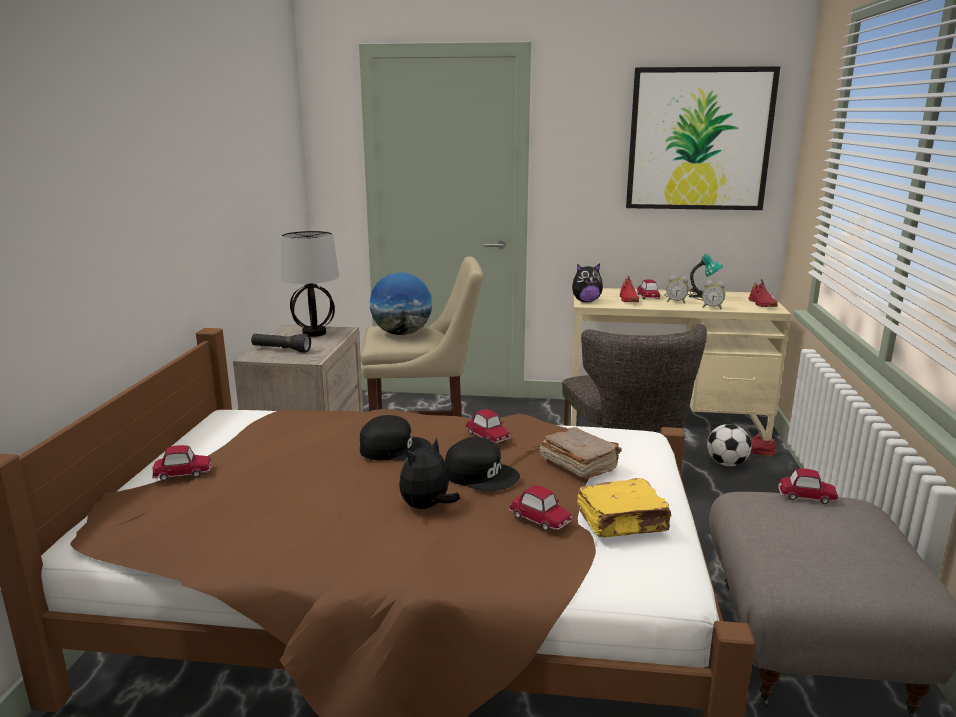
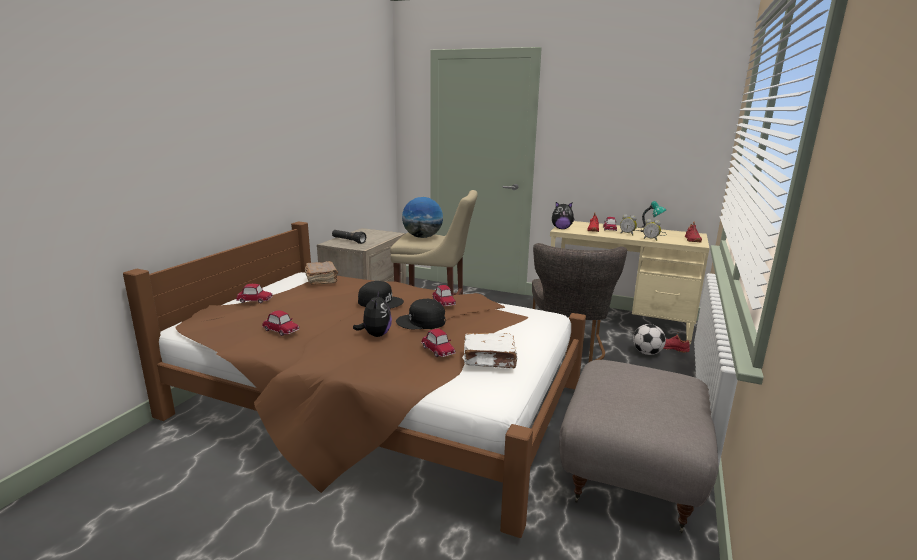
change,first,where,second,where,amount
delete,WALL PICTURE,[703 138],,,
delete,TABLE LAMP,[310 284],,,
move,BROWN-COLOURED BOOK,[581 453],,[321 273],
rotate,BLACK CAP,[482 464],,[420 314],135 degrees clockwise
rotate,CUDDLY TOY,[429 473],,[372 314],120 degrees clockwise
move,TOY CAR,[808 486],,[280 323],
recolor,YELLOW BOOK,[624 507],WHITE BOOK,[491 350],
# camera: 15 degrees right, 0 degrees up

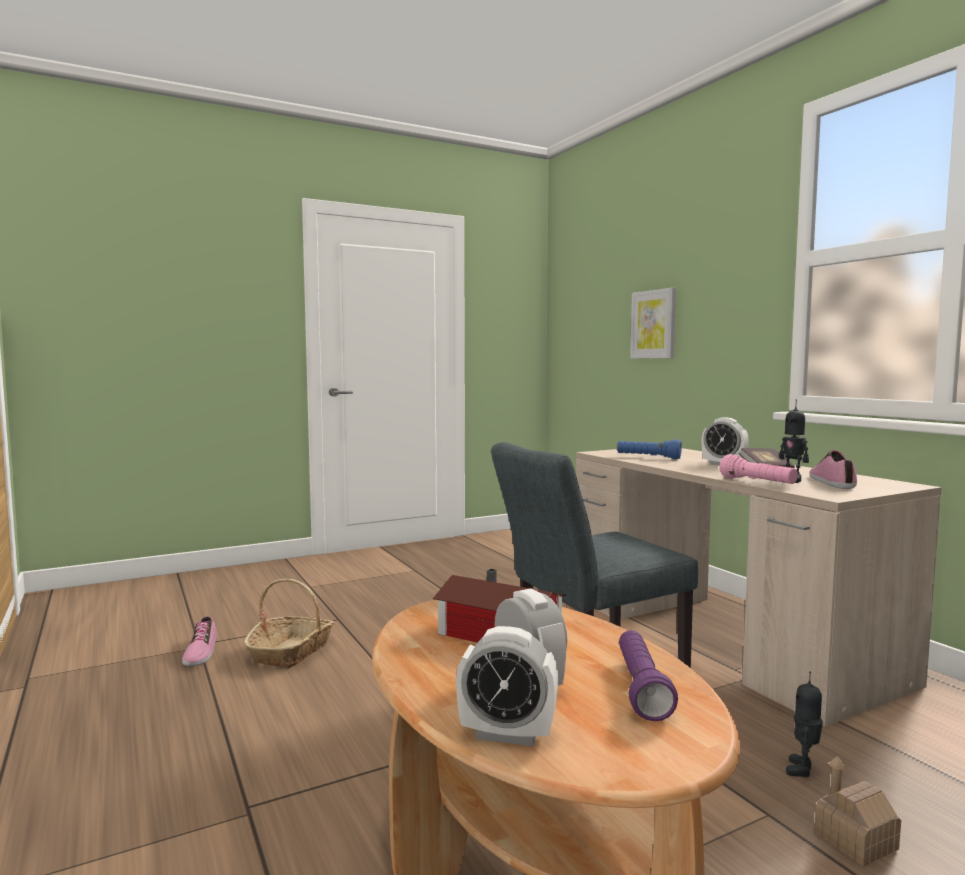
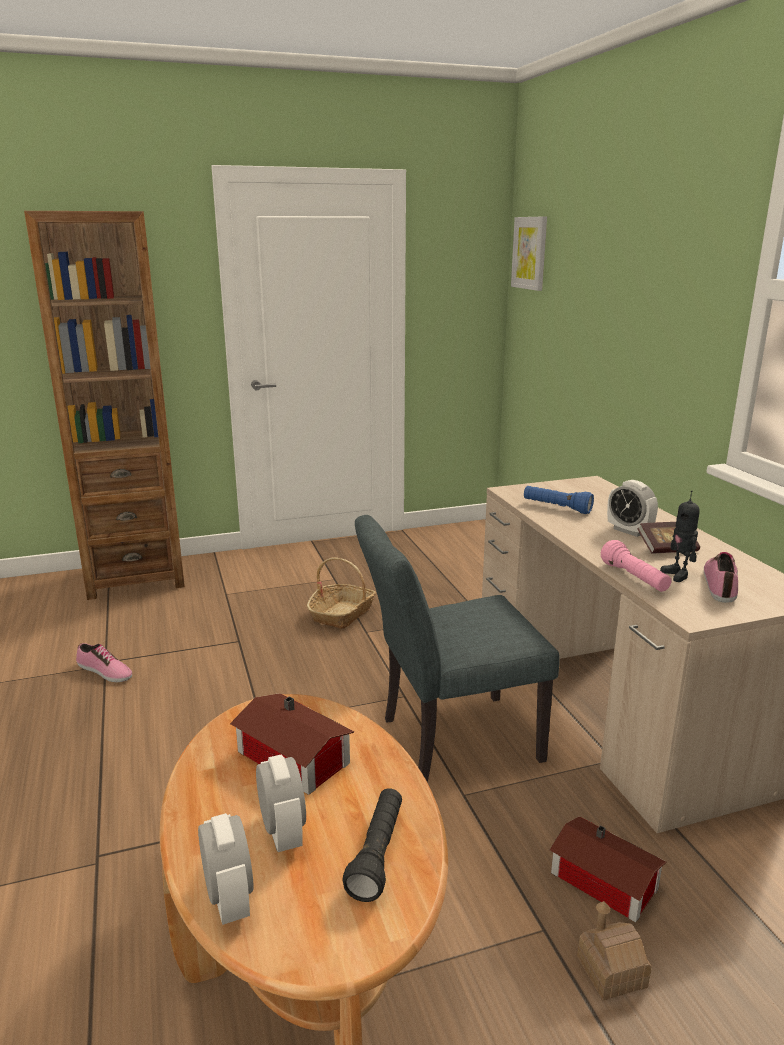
change,first,where,second,where,amount
move,WALL PICTURE,[653 323],,[529 253],
move,BASKET,[289 623],,[341 593],
rotate,SHOE,[199 641],,[104 662],60 degrees counterclockwise
rotate,TABLE CLOCK,[507 686],,[226 869],135 degrees counterclockwise
recolor,PURPLE-COLOURED HAND TORCH,[648 675],BLACK HAND TORCH,[372 845],
replace,MODEL ROBOT,[804 724],TOY HOUSE,[608 870],
insert,,,BROWN-COLOURED BOOKCASE,[104 405],
# camera: 10 degrees right, 15 degrees up

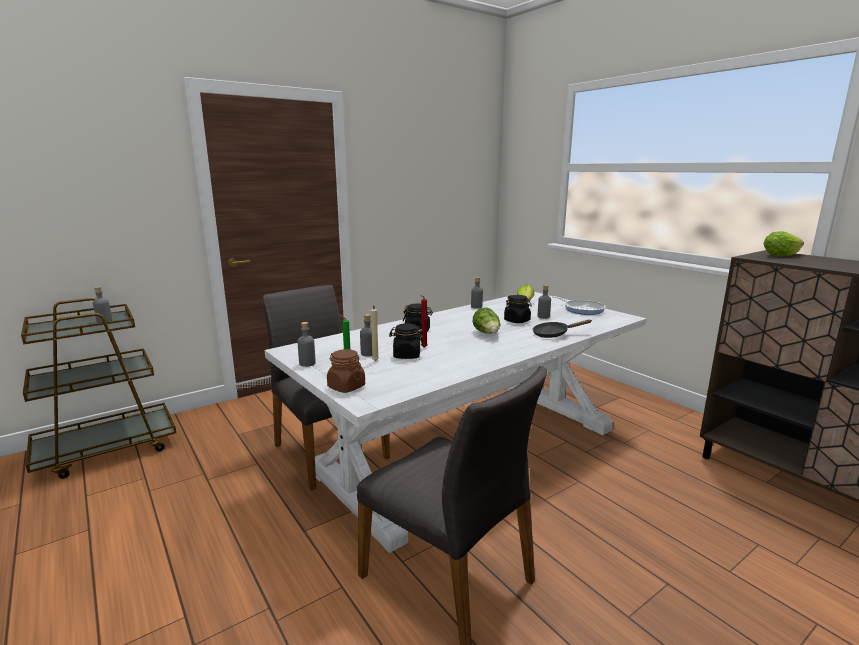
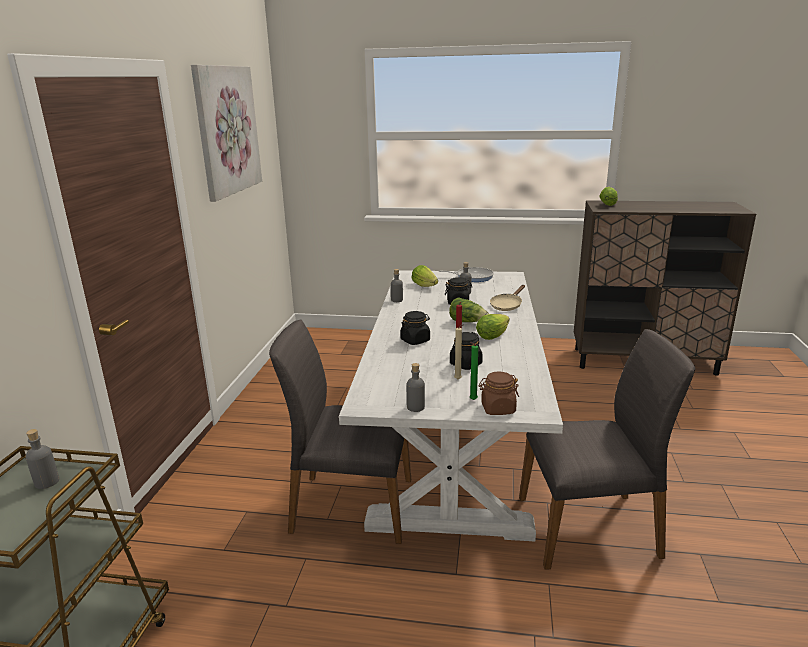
change,first,where,second,where,amount
delete,GREYISH BOTTLE,[366 335],,,
recolor,BLACK PAN,[562 329],BEIGE PAN,[507 298],
insert,,,WALL PICTURE,[226 133],
insert,,,HEAD OF LETTUCE,[493 327],
# camera: 45 degrees left, 5 degrees up

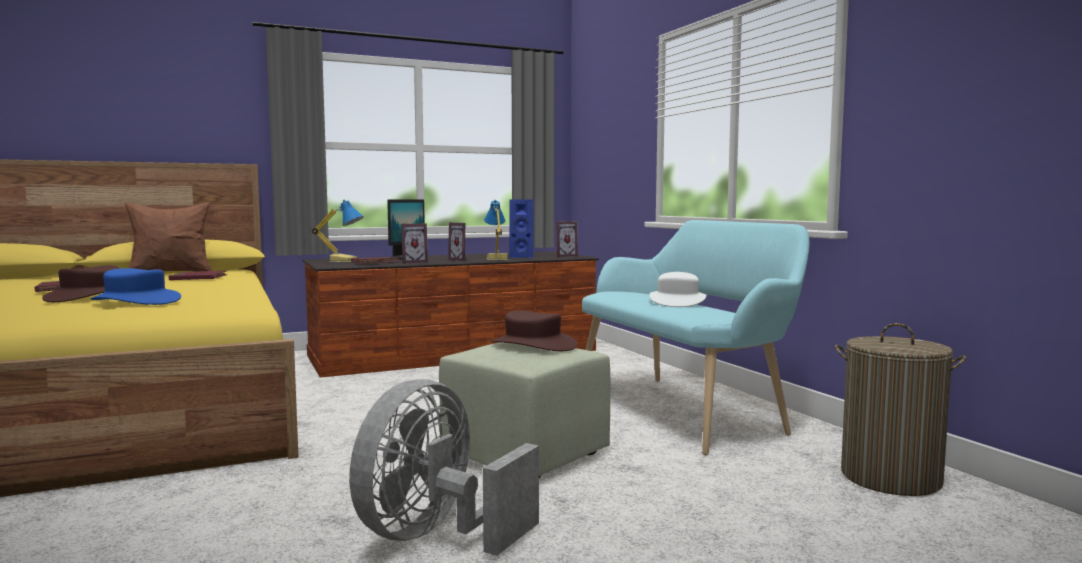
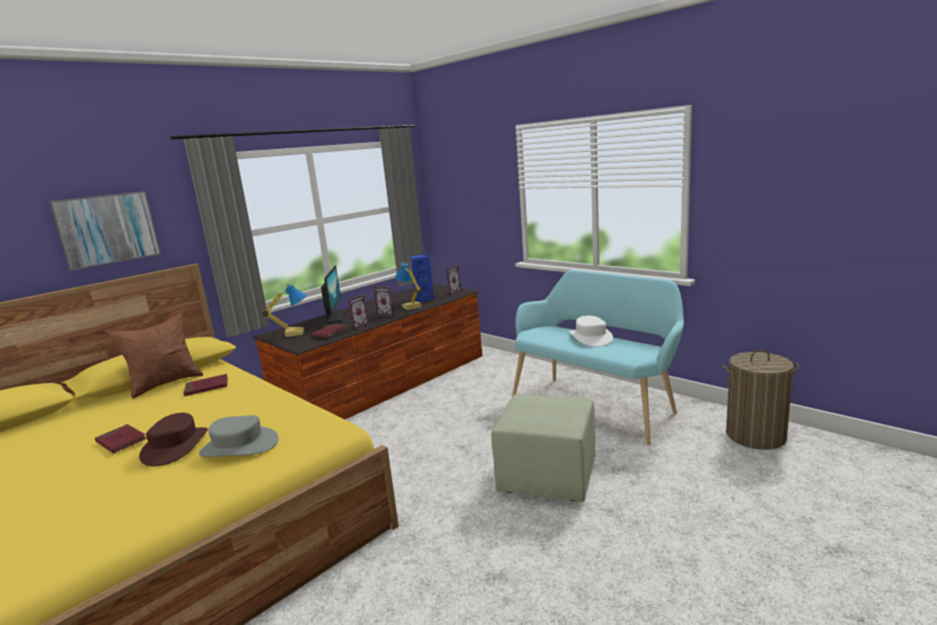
change,first,where,second,where,amount
recolor,BLUISH HAT,[136 286],GREYISH HAT,[238 436],
delete,BROWN-COLOURED HAT,[534 330],,,
delete,GREYISH FAN,[444 467],,,
insert,,,WALL PICTURE,[105 231],
# camera: 20 degrees left, 10 degrees up

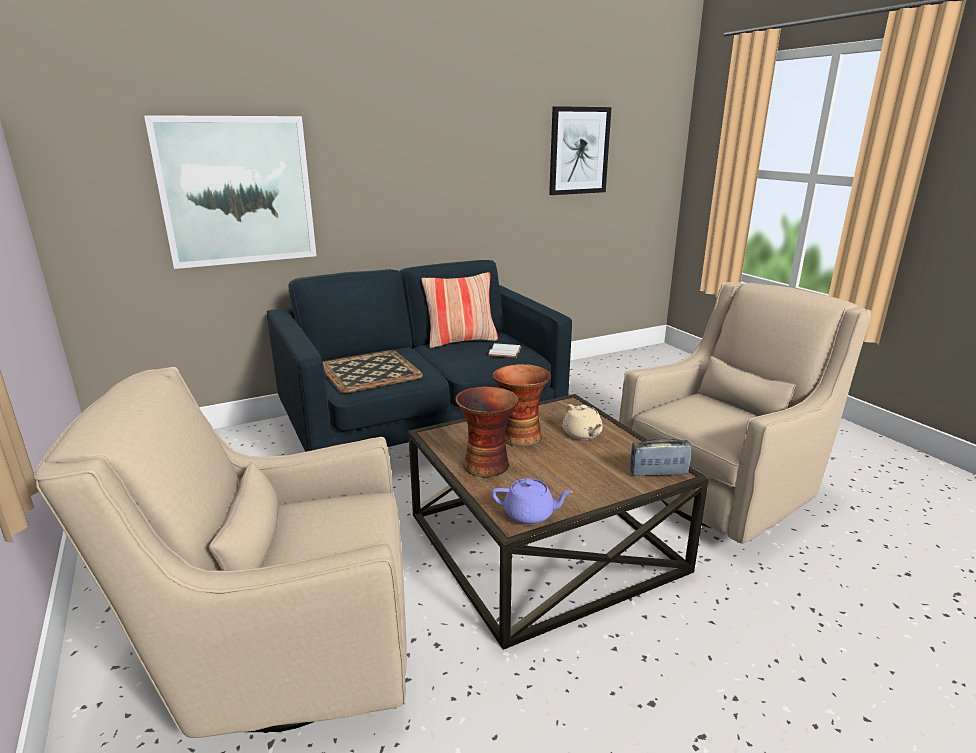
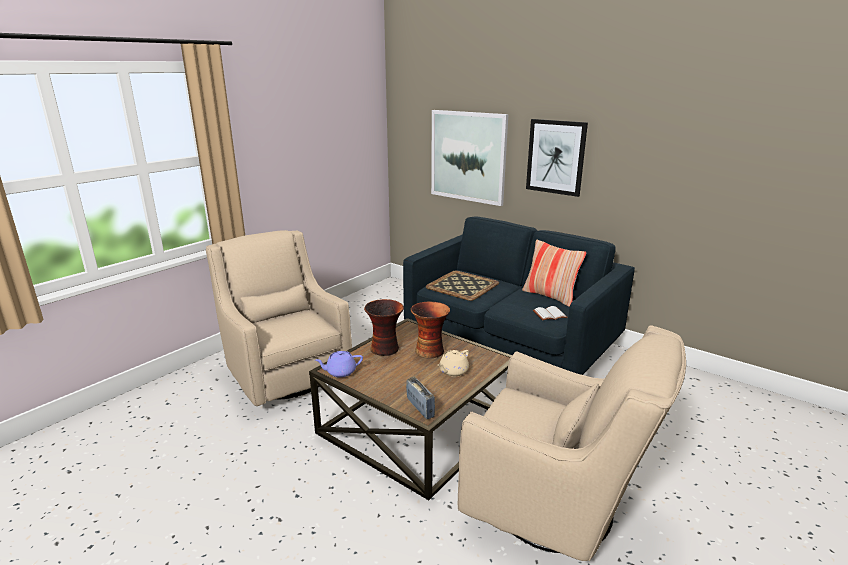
change,first,where,second,where,amount
move,WALL PICTURE,[580 150],,[557 158],
rotate,PURPLE-COLOURED TEAPOT,[532 502],,[339 364],90 degrees clockwise
# camera: 65 degrees right, 0 degrees up

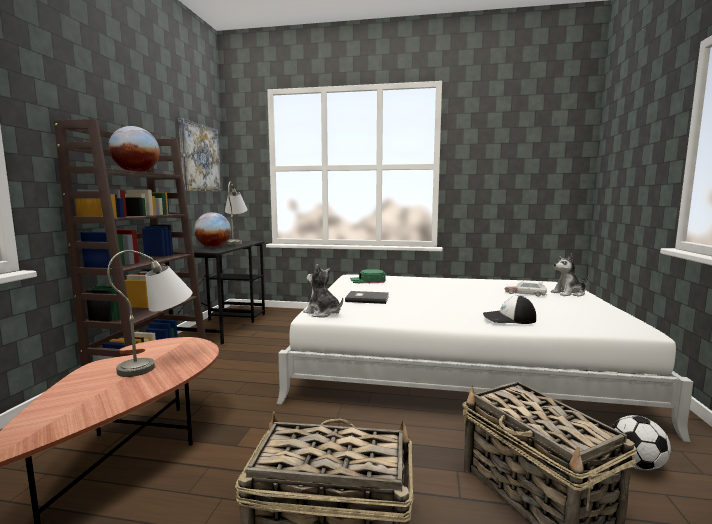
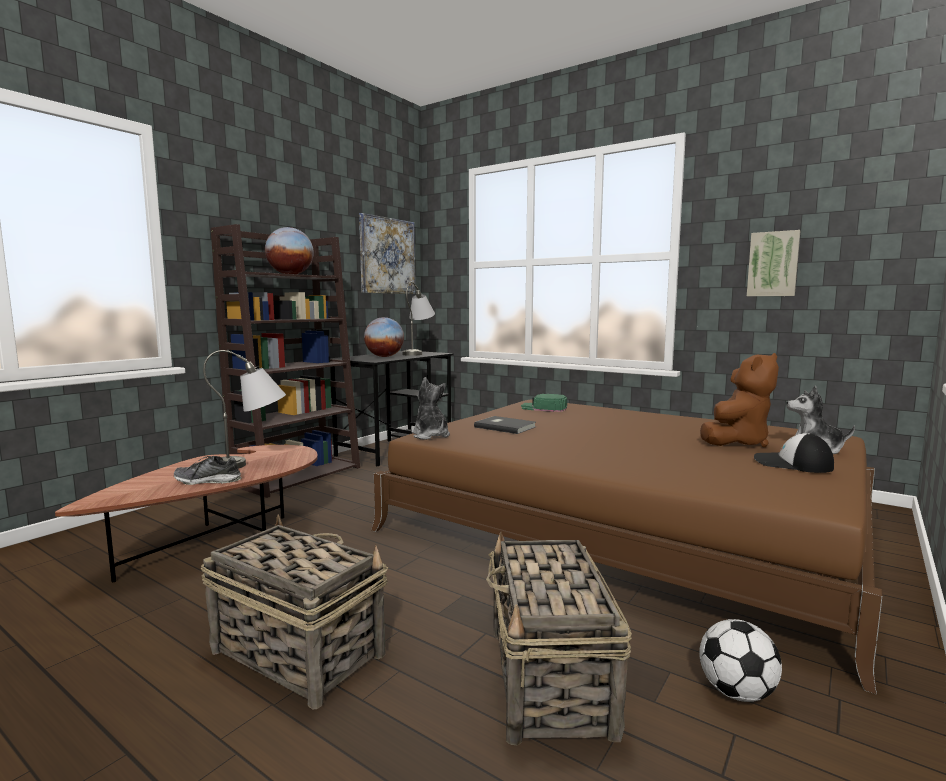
change,first,where,second,where,amount
recolor,WHITE BED,[485 358],BROWN-COLOURED BED,[627 546],
replace,TOY CAR,[526 288],BROWN-COLOURED CUDDLY TOY,[739 400],
move,CAP,[509 309],,[794 453],
insert,,,WALL PICTURE,[774 263],
insert,,,SHOE,[208 470],
# camera: 25 degrees right, 0 degrees up

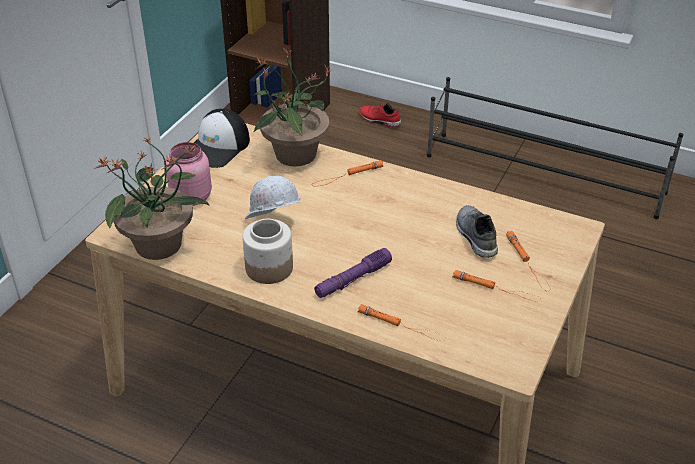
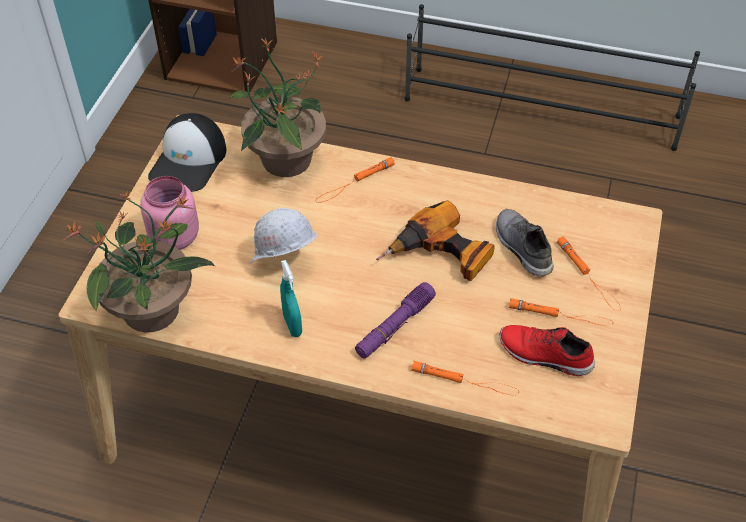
change,first,where,second,where,amount
move,RED-COLOURED SHOE,[380 114],,[547 350],
replace,STORAGE JAR,[267 251],BLUE-GREEN SPRAY BOTTLE,[291 298],
insert,,,DRILL,[435 240],
# camera: 10 degrees left, 10 degrees up

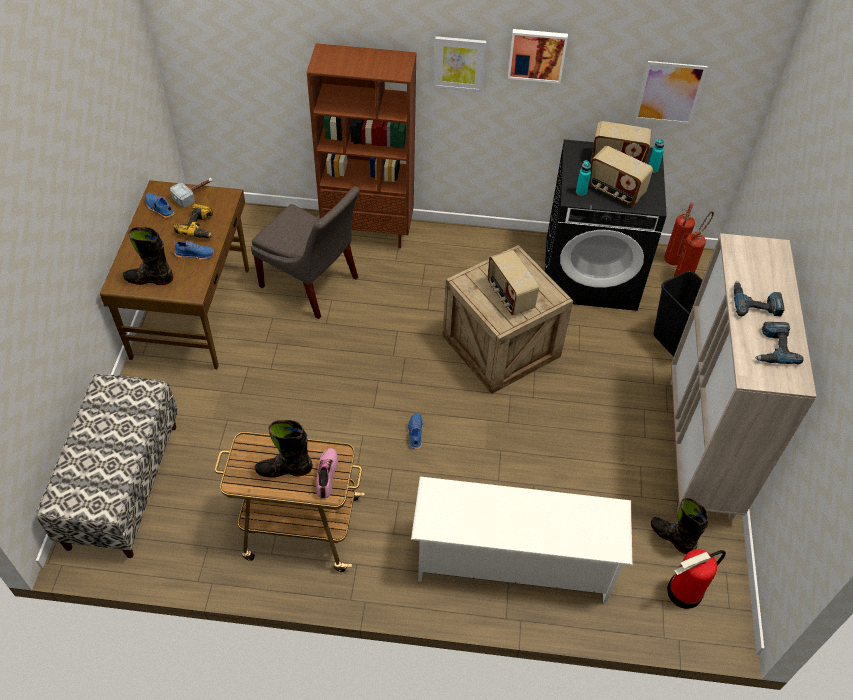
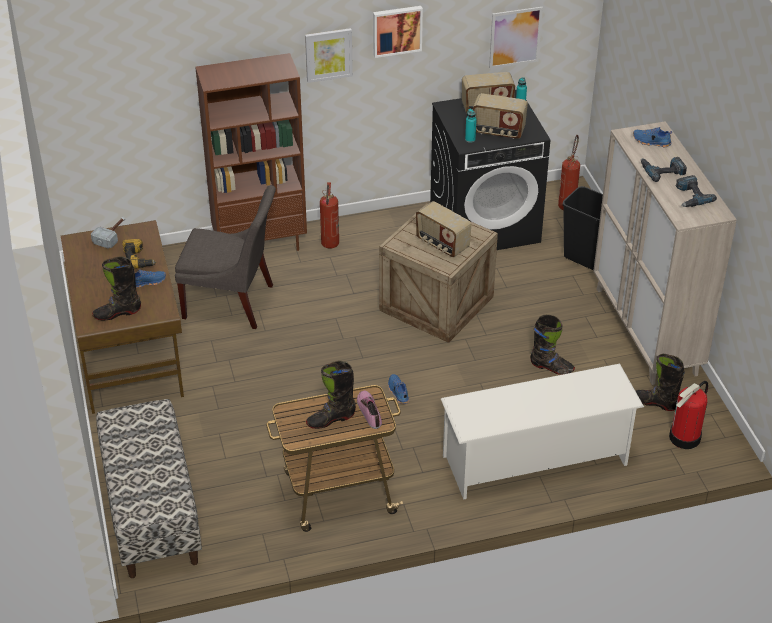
change,first,where,second,where,amount
move,BLUISH SHOE,[160 205],,[652 137],
move,EXTINGUISHER,[679 234],,[329 215],
insert,,,BLACK TALL BOOT,[552 344],
# camera: 20 degrees left, 10 degrees down

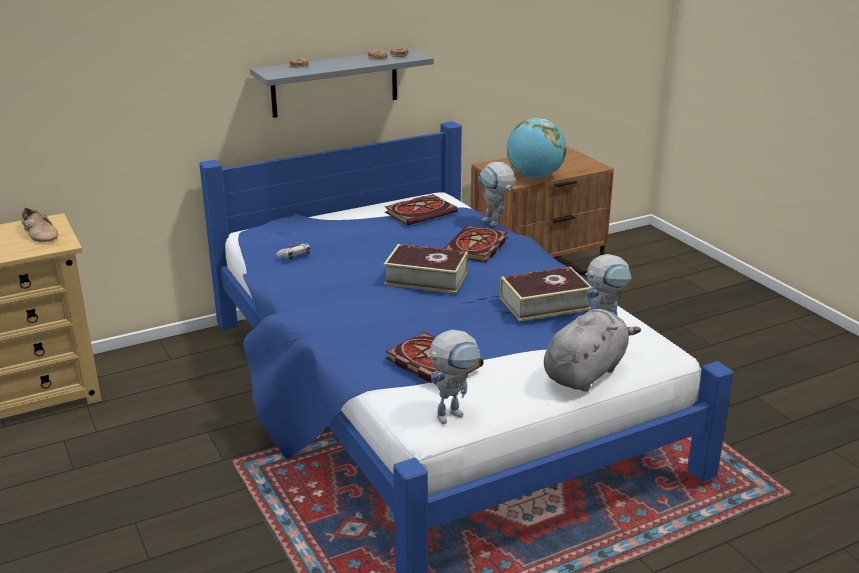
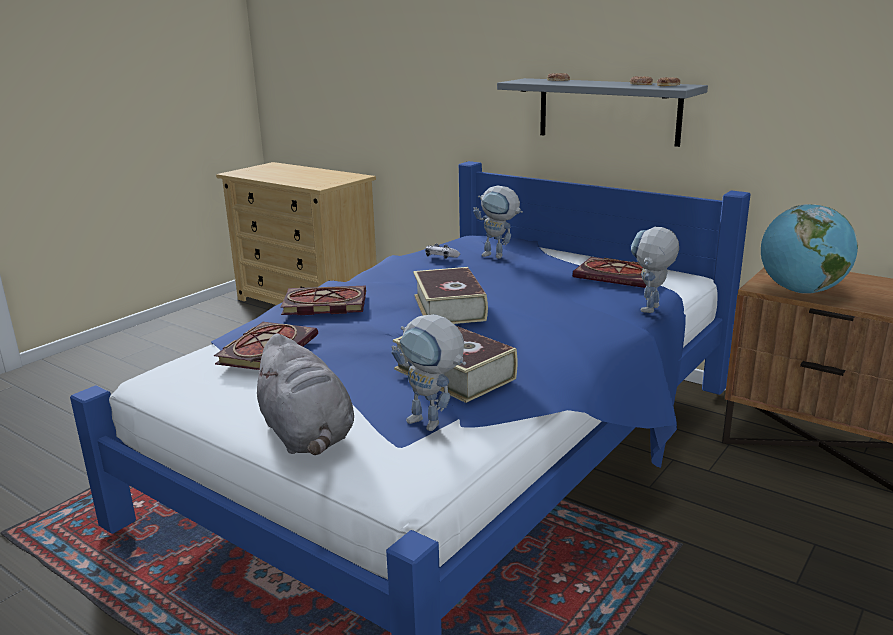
change,first,where,second,where,amount
delete,BEIGE SHOE,[39 224],,,
move,BOOK,[476 243],,[323 300],
rotate,GREYISH CUDDLY TOY,[592 350],,[302 394],45 degrees clockwise
move,MODEL ROBOT,[454 377],,[498 222],
# camera: 65 degrees right, 5 degrees down

